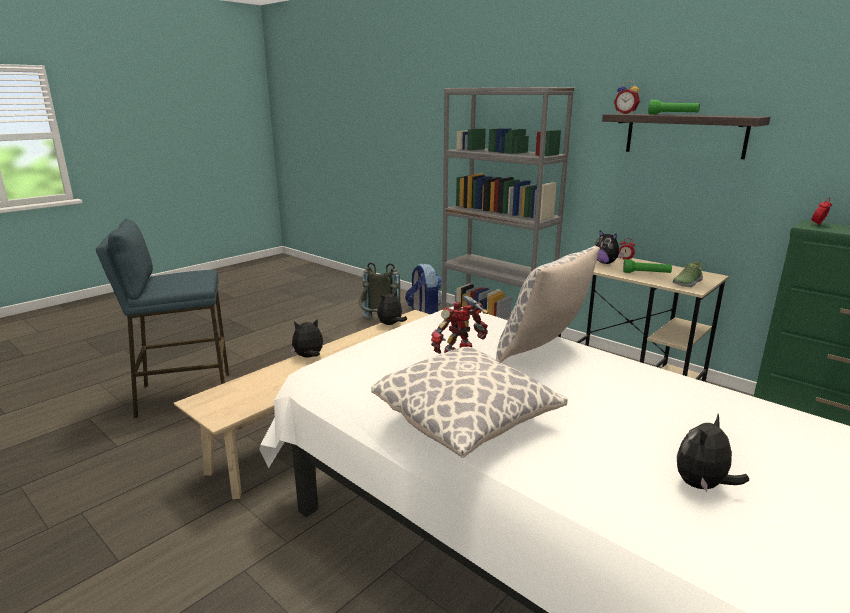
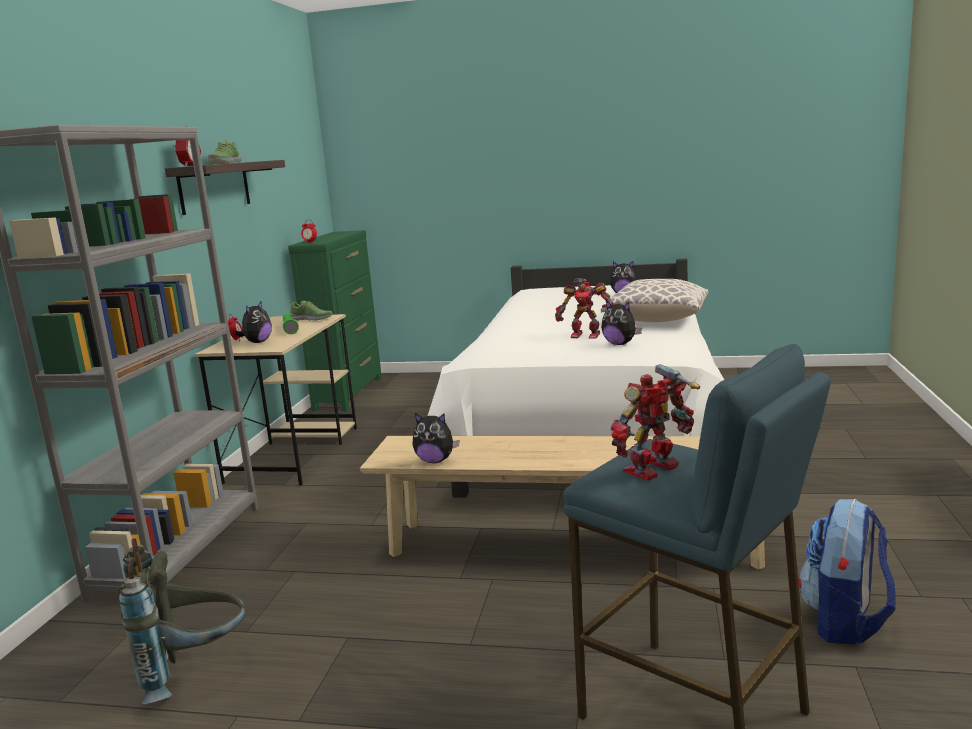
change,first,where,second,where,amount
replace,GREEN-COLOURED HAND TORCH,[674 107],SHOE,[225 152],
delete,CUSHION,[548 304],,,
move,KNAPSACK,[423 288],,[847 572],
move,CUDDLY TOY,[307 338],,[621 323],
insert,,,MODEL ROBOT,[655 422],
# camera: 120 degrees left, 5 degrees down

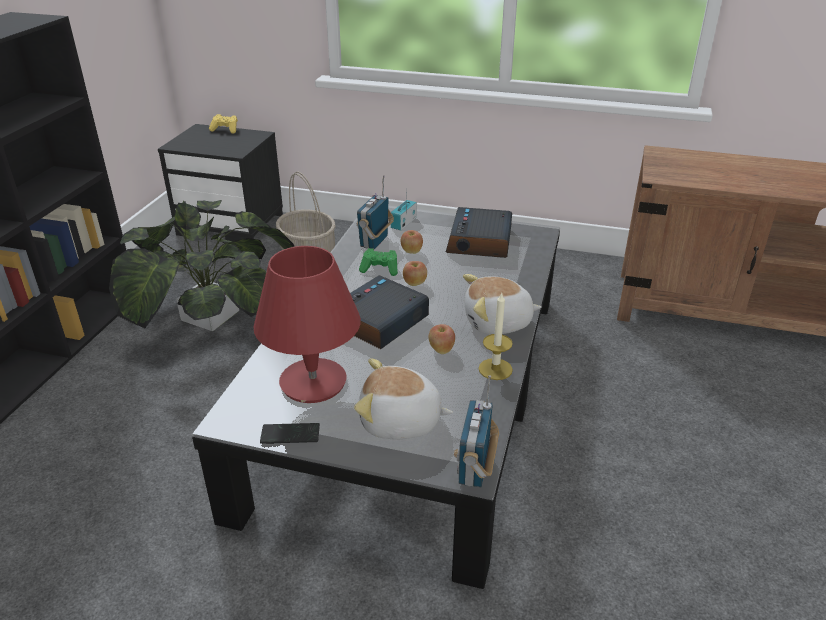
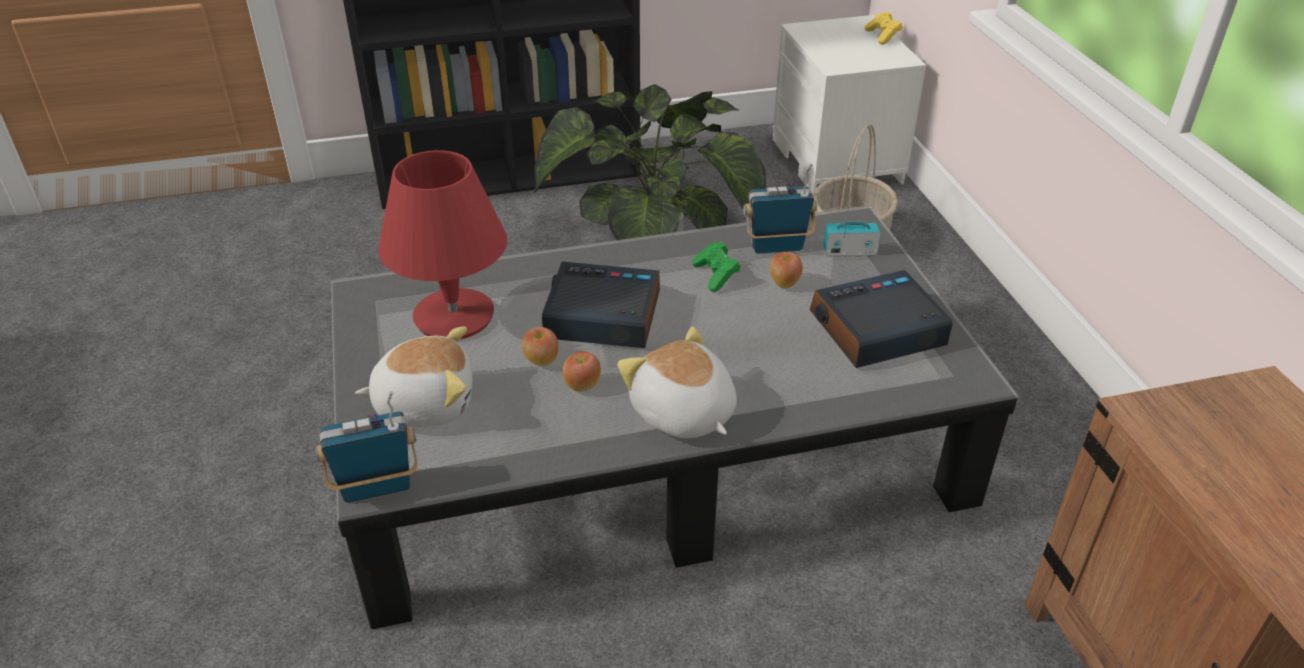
change,first,where,second,where,amount
recolor,BLACK NIGHTSTAND,[220 182],WHITE NIGHTSTAND,[849 104],
move,APPLE,[415 273],,[540 346],
delete,CANDLE,[495 336],,,
rotate,CUDDLY TOY,[403 399],,[414 376],105 degrees clockwise
delete,PHONE,[290 433],,,
# camera: 60 degrees right, 5 degrees up

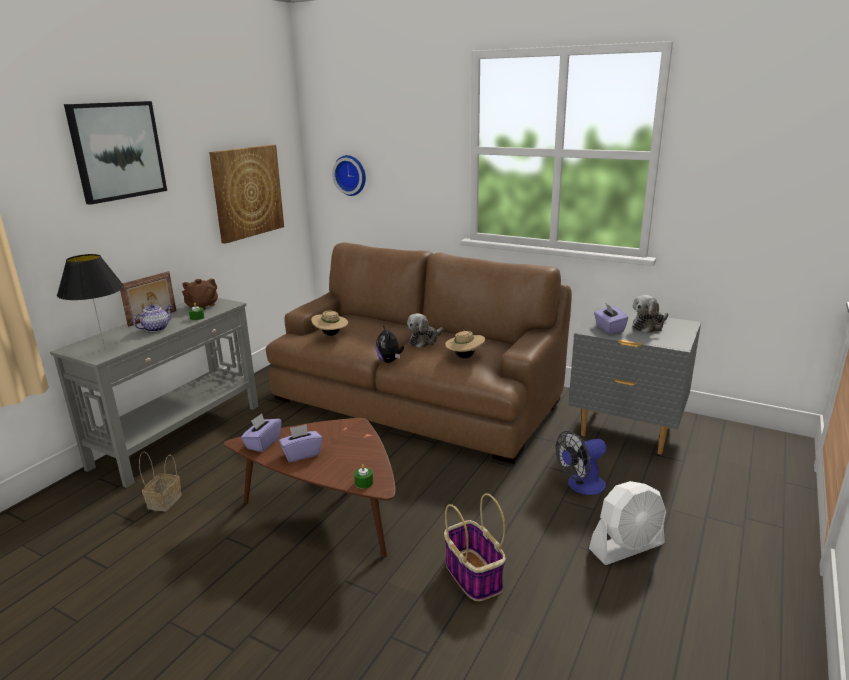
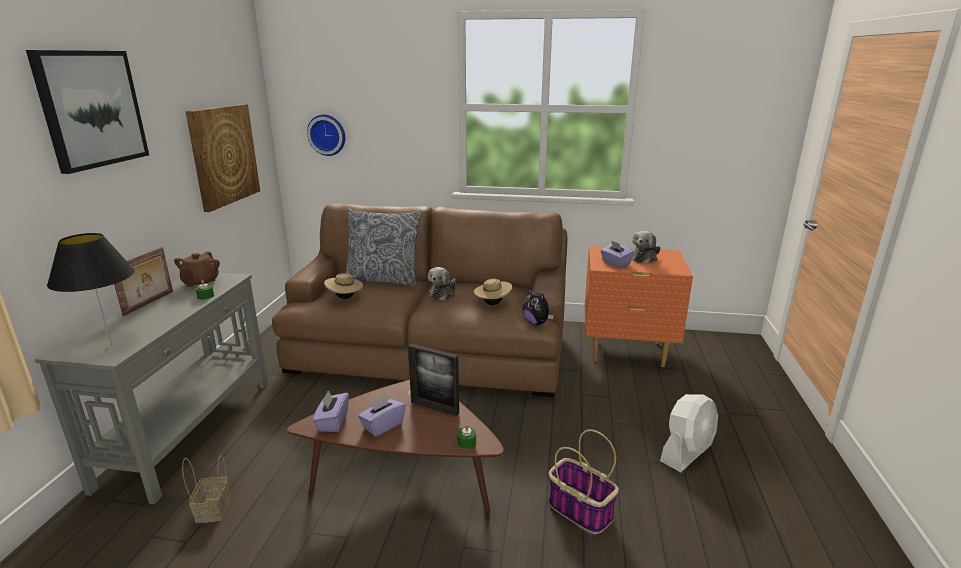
change,first,where,second,where,amount
delete,TEAPOT,[152 318],,,
recolor,GREYISH NIGHTSTAND,[635 381],ORANGEY NIGHTSTAND,[639 306],
move,CUDDLY TOY,[390 344],,[538 306],
delete,FAN,[581 463],,,
insert,,,CUSHION,[383 248],
insert,,,PICTURE FRAME,[433 380],
# camera: 20 degrees left, 0 degrees up

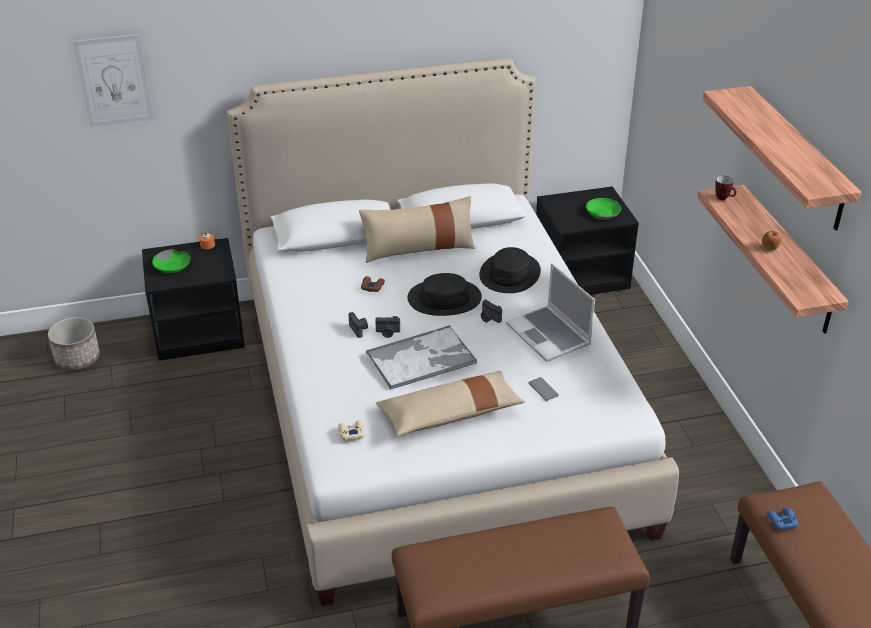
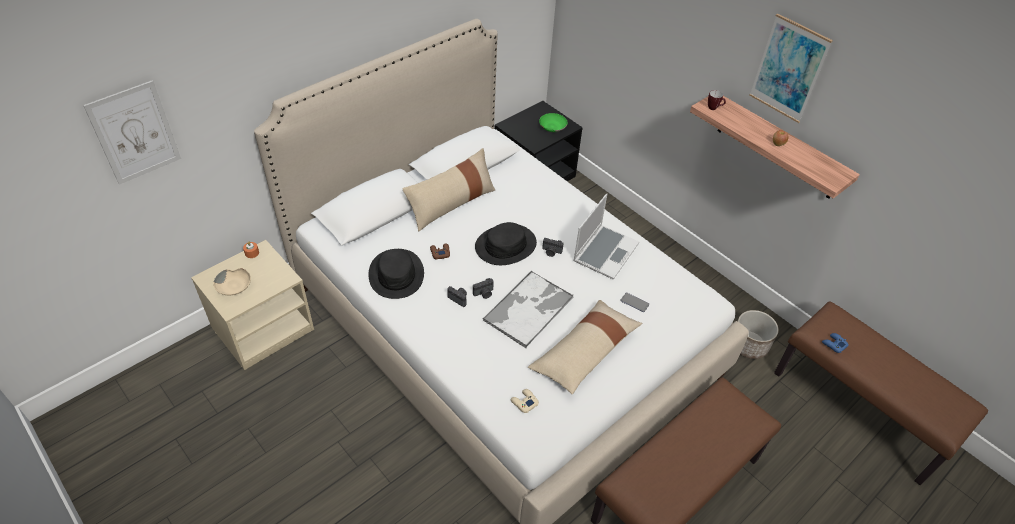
change,first,where,second,where,amount
replace,SHELF,[782 158],WALL PICTURE,[791 68],
recolor,BLACK NIGHTSTAND,[193 299],BEIGE NIGHTSTAND,[252 305],
move,BLACK HAT,[510 270],,[396 274],
recolor,GREEN-COLOURED BOWL,[171 261],BEIGE BOWL,[232 281],
rotate,PORTABLE COMPUTER,[550 312],,[606 236],90 degrees counterclockwise
move,PLANTER,[74 343],,[758 334],
# camera: 30 degrees left, 10 degrees up

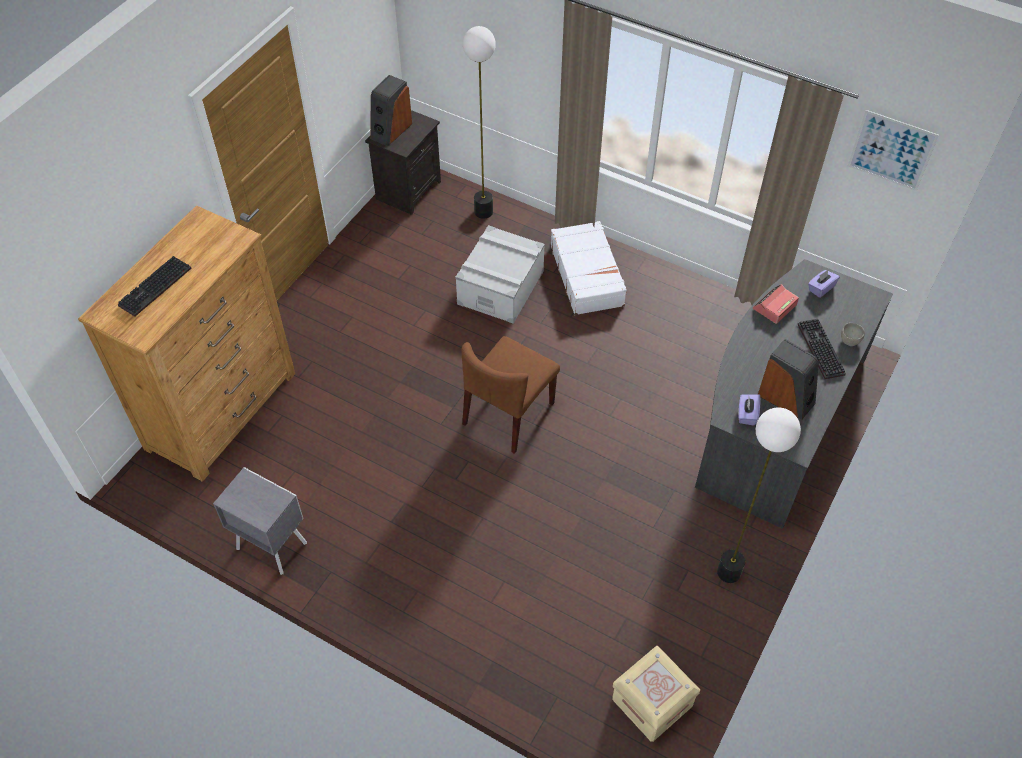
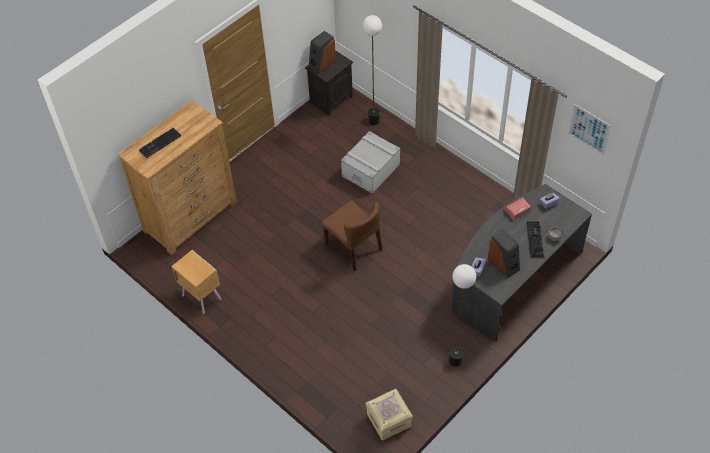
change,first,where,second,where,amount
delete,WHITE PIECE OF LUGGAGE,[589 268],,,
rotate,BROWN-COLOURED PLAIN CHAIR,[510 395],,[352 236],90 degrees counterclockwise
recolor,GREYISH NIGHTSTAND,[260 521],BROWN-COLOURED NIGHTSTAND,[196 282],
# camera: 15 degrees right, 0 degrees up

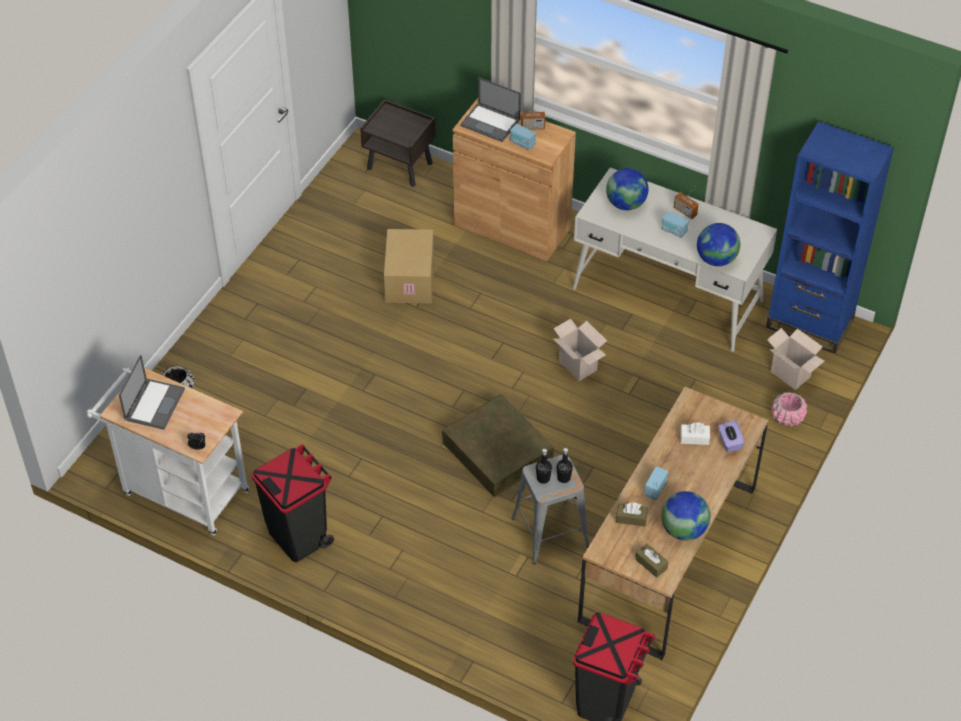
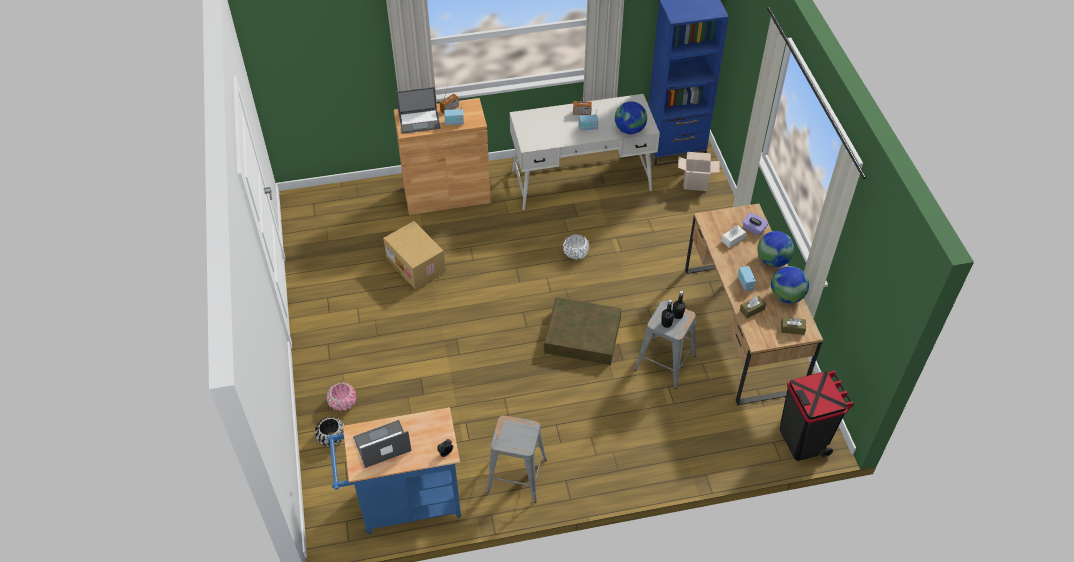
change,first,where,second,where,amount
delete,BROWN-COLOURED NIGHTSTAND,[397 143],,,
move,DESK GLOBE,[627 189],,[776 249],
replace,CARTON,[580 350],WHITE PLANTER,[576 247],
rotate,PORTABLE COMPUTER,[152 392],,[382 444],90 degrees counterclockwise
recolor,WHITE TROLLEY,[168 451],BLUISH TROLLEY,[394 471],
move,PINK PLANTER,[789 409],,[341 396],
replace,BLACK WASTE BIN,[293 503],GREYISH STOOL SEAT,[516 459],
# camera: 40 degrees left, 0 degrees up

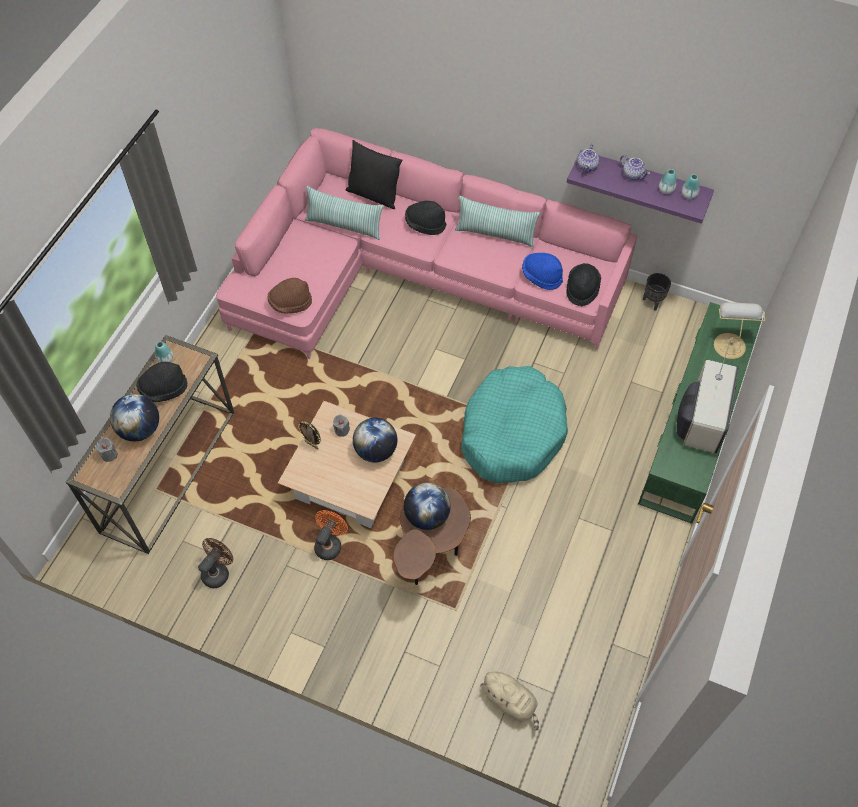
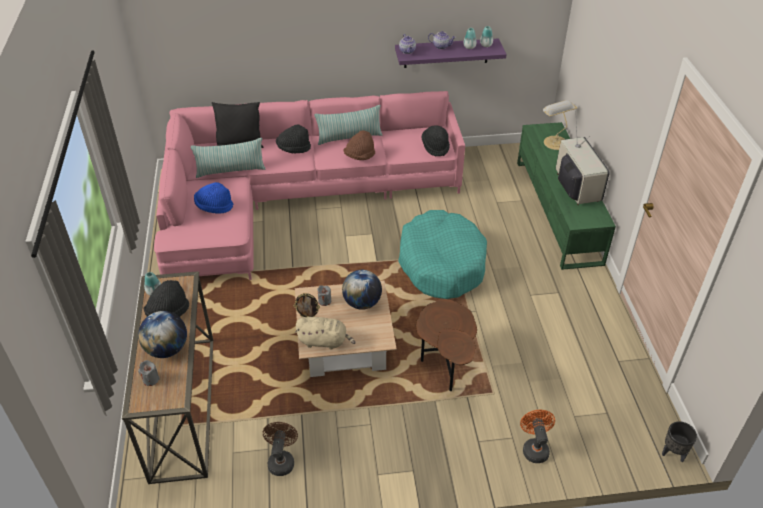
change,first,where,second,where,amount
move,BLUISH HAT,[542 271],,[213 198],
move,BLACK PLANTER,[657 292],,[679 441],
move,BROWN-COLOURED HAT,[289 296],,[359 145],
delete,DESK GLOBE,[427 506],,,
move,ORANGEY FAN,[331 535],,[537 436],
move,BEIGE CUDDLY TOY,[510 701],,[325 333],
# camera: 30 degrees left, 15 degrees down

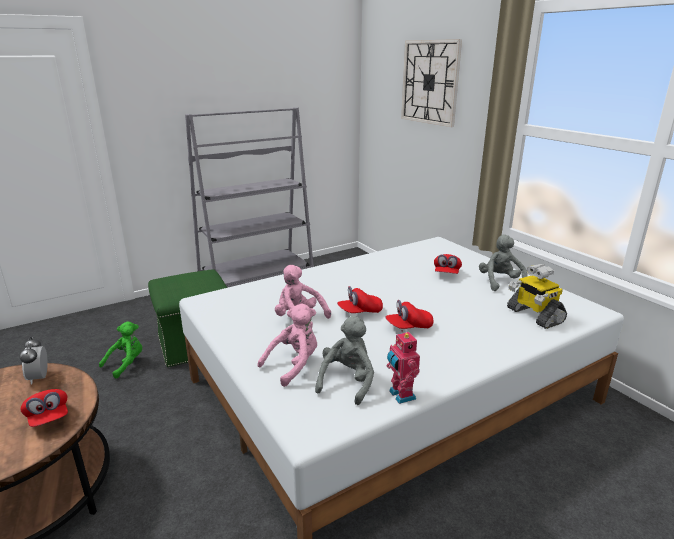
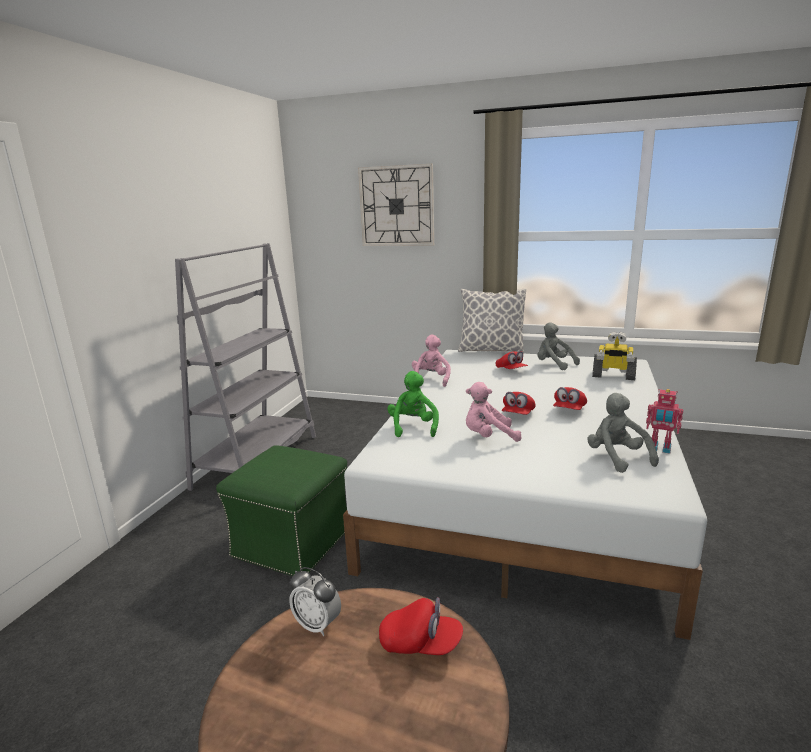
change,first,where,second,where,amount
move,PINK CUDDLY TOY,[287 345],,[431 361],
move,GREEN-COLOURED CUDDLY TOY,[120 349],,[413 404],
insert,,,CUSHION,[492 320],
# camera: 40 degrees left, 5 degrees down

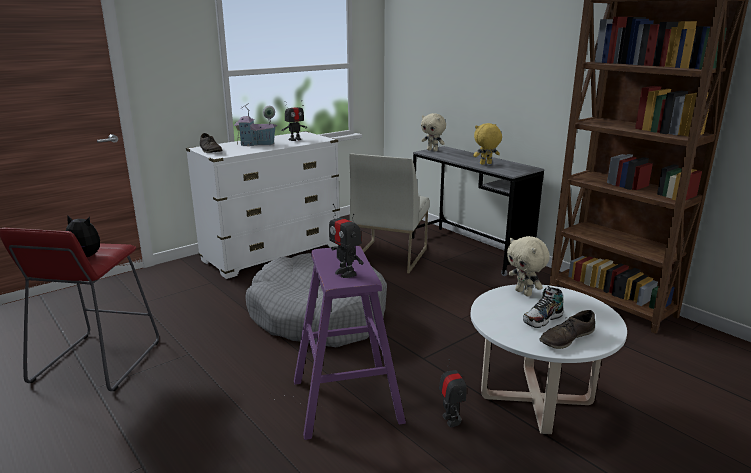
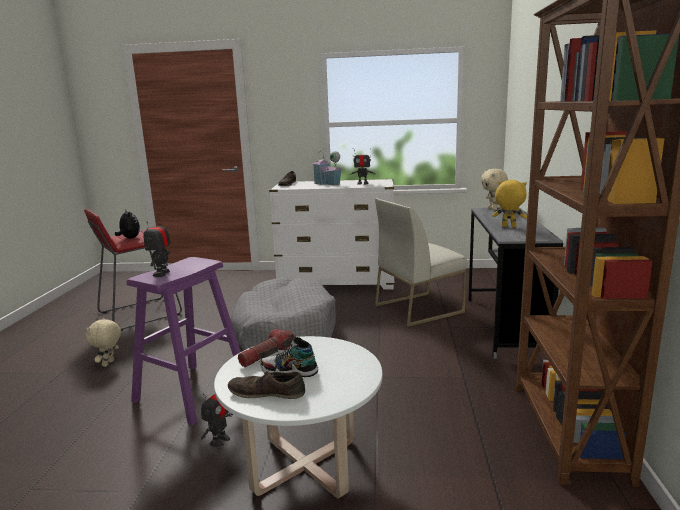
change,first,where,second,where,amount
move,BEIGE CUDDLY TOY,[528 266],,[103 342],
insert,,,HAND TORCH,[267 348],
# camera: 45 degrees right, 5 degrees down

